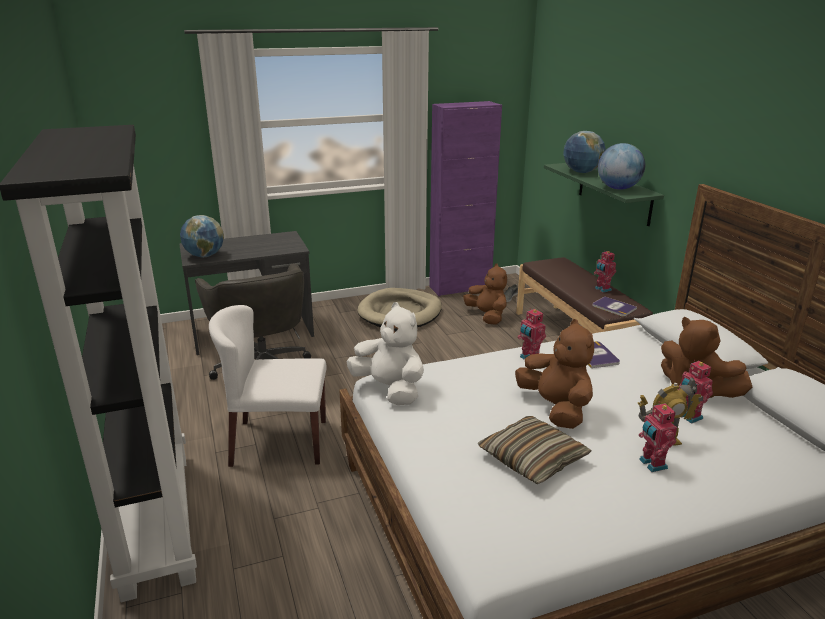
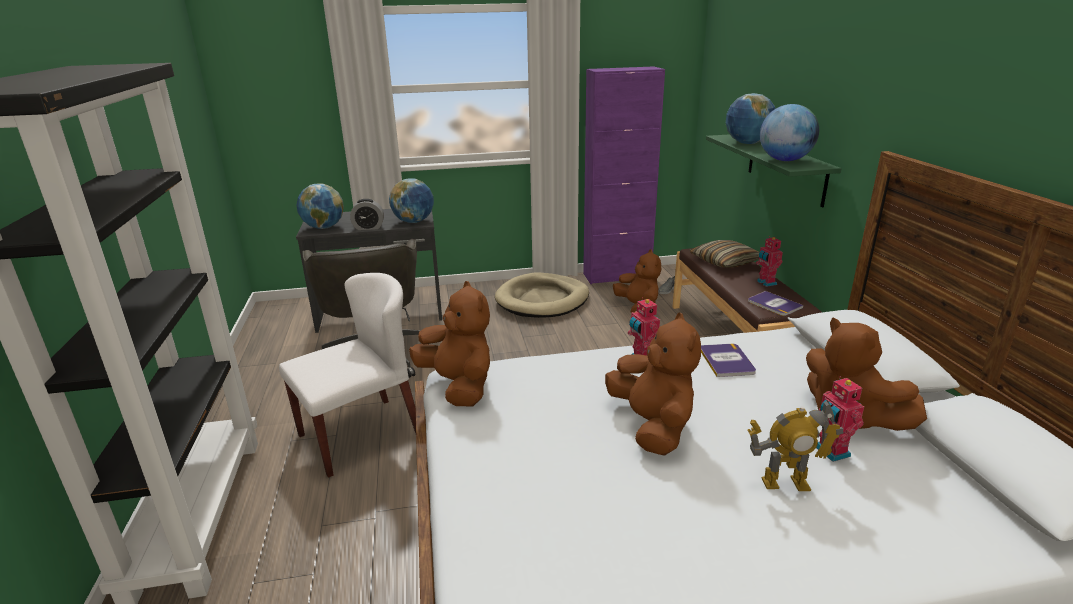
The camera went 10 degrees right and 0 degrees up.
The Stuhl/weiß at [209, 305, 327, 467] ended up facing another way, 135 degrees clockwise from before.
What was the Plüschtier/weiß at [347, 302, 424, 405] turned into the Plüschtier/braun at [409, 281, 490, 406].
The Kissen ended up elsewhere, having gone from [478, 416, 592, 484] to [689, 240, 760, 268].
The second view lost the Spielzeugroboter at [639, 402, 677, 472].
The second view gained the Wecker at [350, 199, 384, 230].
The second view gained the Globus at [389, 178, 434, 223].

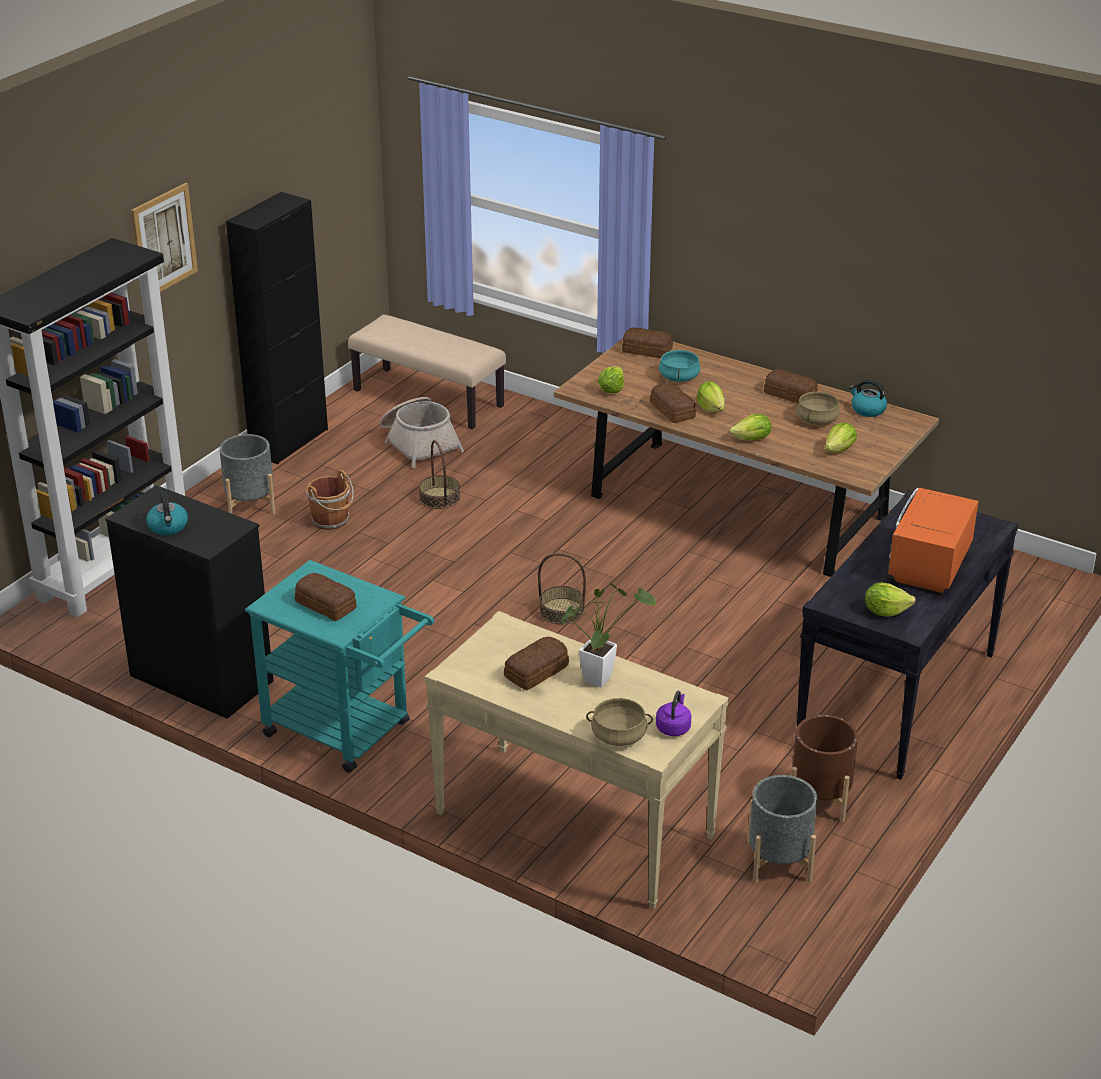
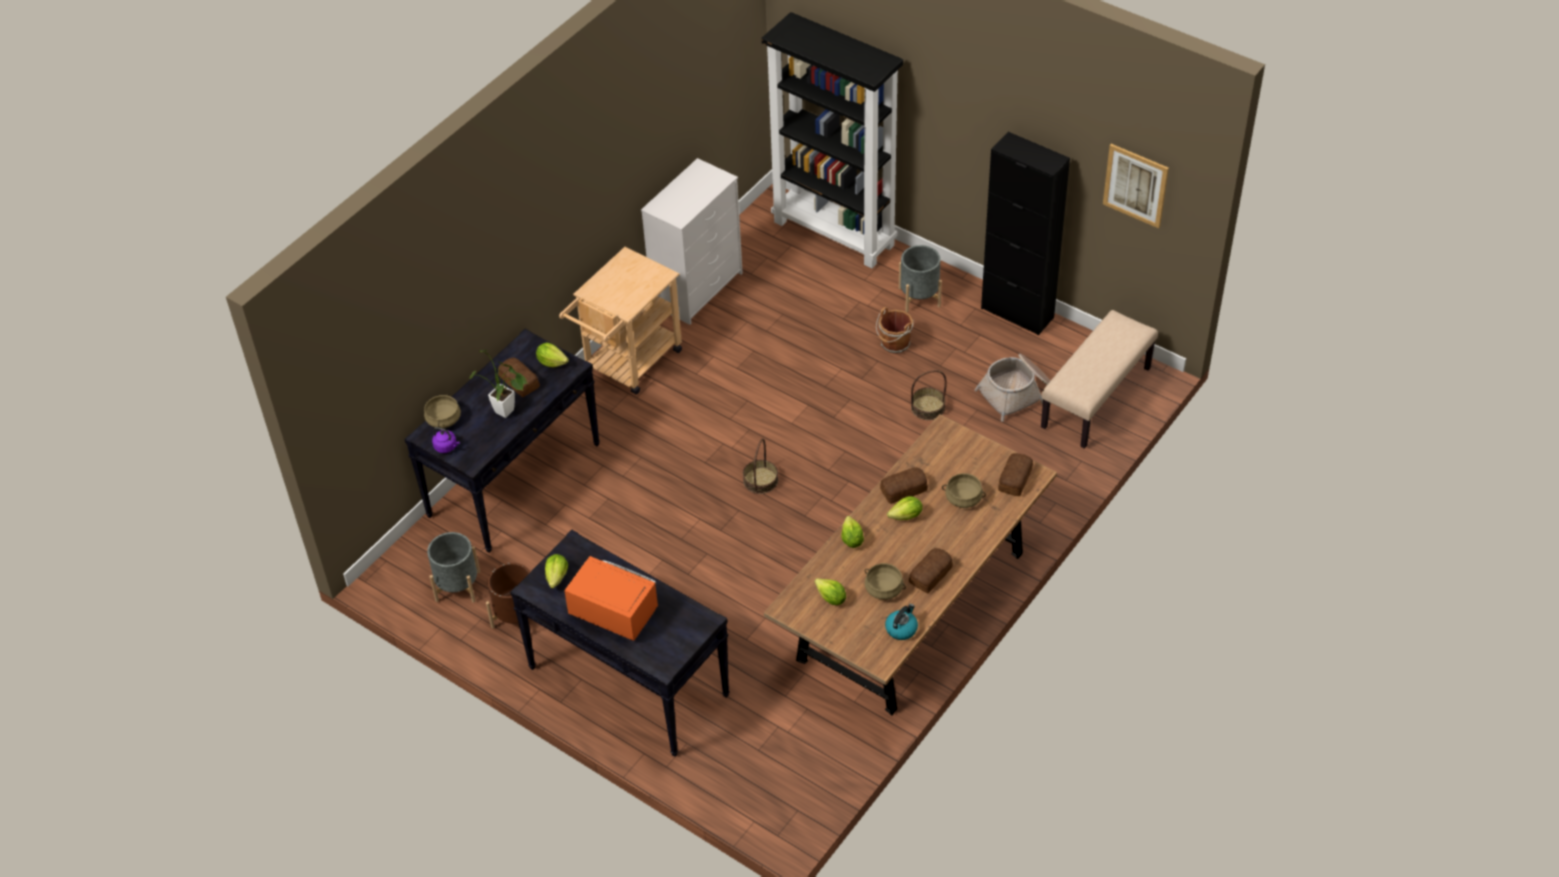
The camera went 95 degrees right and 15 degrees up.
What was the Kommode/schwarz at [105, 485, 274, 719] turned into the Kommode/weiß at [641, 158, 743, 325].
The Bild ended up elsewhere, having gone from [131, 183, 198, 292] to [1103, 144, 1169, 228].
The second view lost the Wasserkessel at [146, 491, 188, 535].
What was the Rollwagen/türkis at [245, 560, 434, 773] turned into the Rollwagen/beige at [559, 247, 682, 394].
The second view lost the Brot at [295, 573, 357, 621].
What was the Konsolentisch/beige at [425, 611, 729, 909] turned into the Konsolentisch/schwarz at [405, 329, 600, 553].
The Salatkopf ended up elsewhere, having gone from [598, 367, 624, 393] to [536, 342, 569, 367].
What was the Kochtopf/türkis at [659, 350, 700, 382] turned into the Kochtopf/beige at [942, 473, 986, 508].

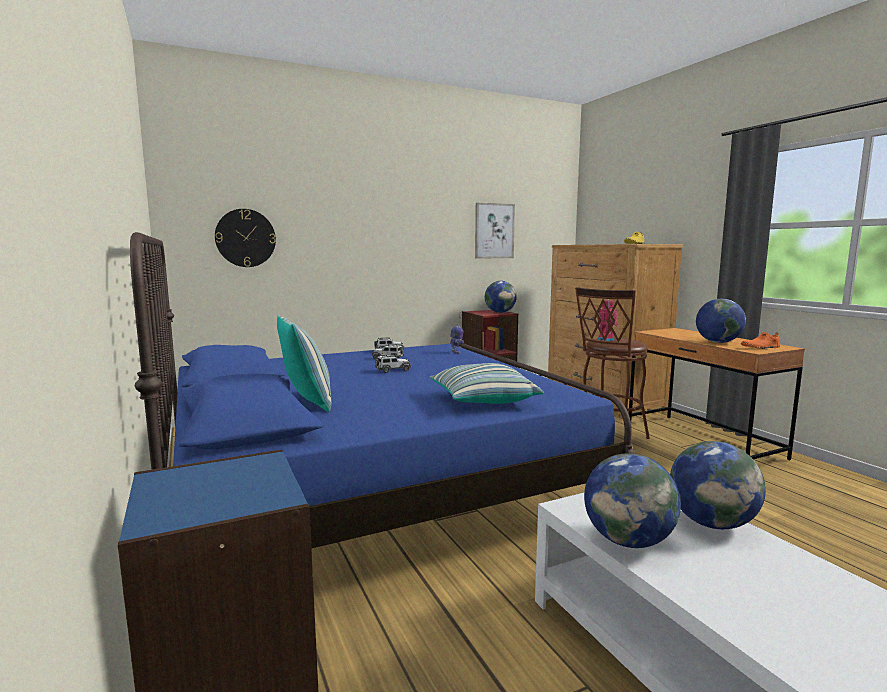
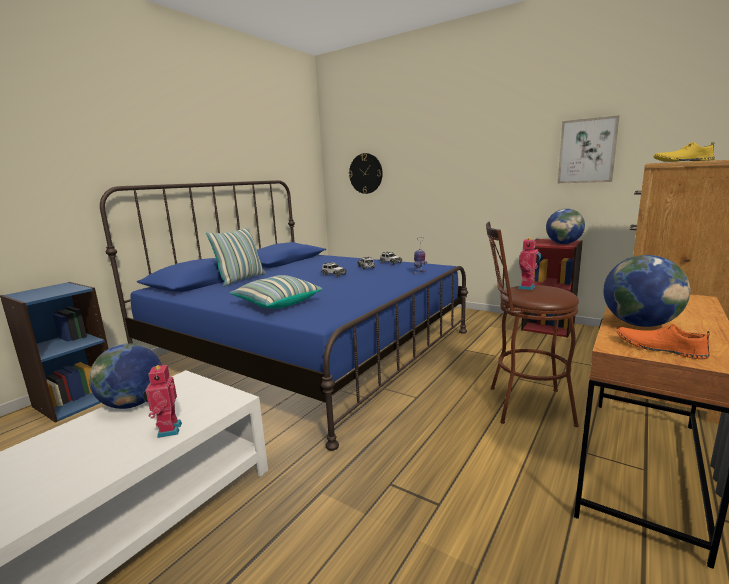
The camera went 60 degrees right and 5 degrees up.
Where the Globus stood at [670, 441, 766, 529], the Spielzeugroboter came to stand at [143, 363, 182, 438].

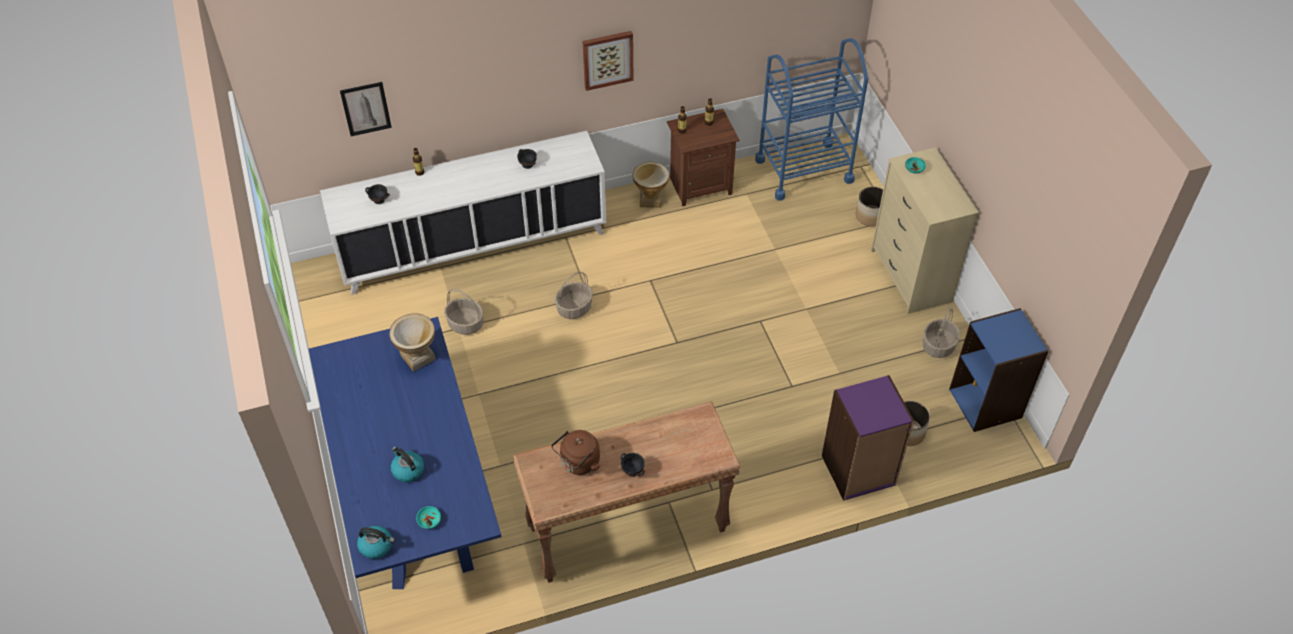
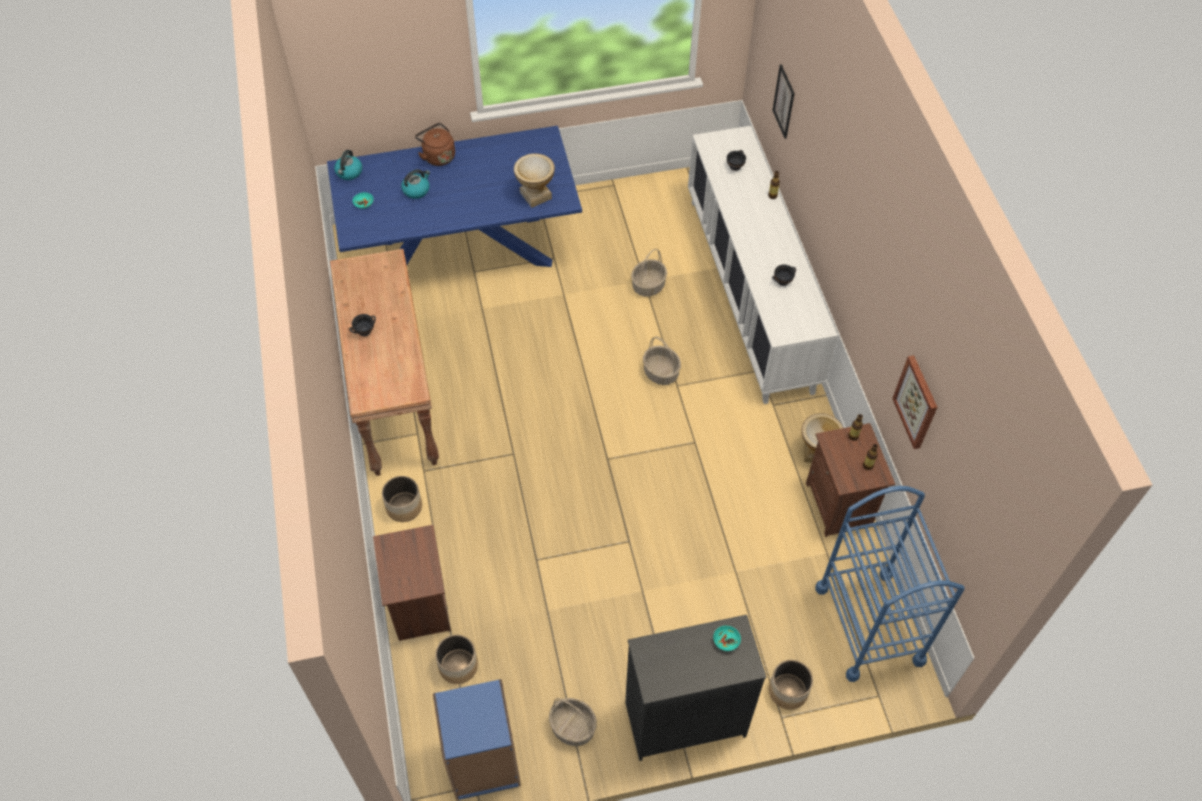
The camera went 95 degrees right and 5 degrees up.
The Wasserkessel/braun ended up elsewhere, having gone from [552, 430, 600, 475] to [415, 123, 455, 166].
The Bild ended up elsewhere, having gone from [583, 31, 634, 91] to [892, 355, 937, 449].
Where the Bücherregal/lila stood at [822, 375, 914, 501], the Nachttisch/braun came to stand at [373, 525, 451, 641].
What was the Kommode/beige at [871, 147, 979, 314] turned into the Kommode/schwarz at [625, 615, 767, 761].
The second view gained the Pflanzkübel at [382, 476, 422, 522].

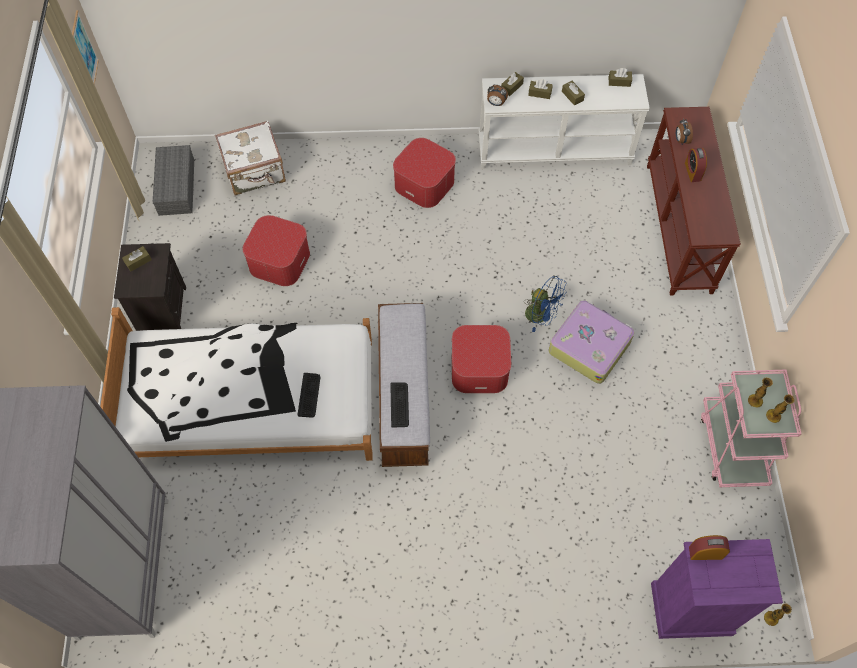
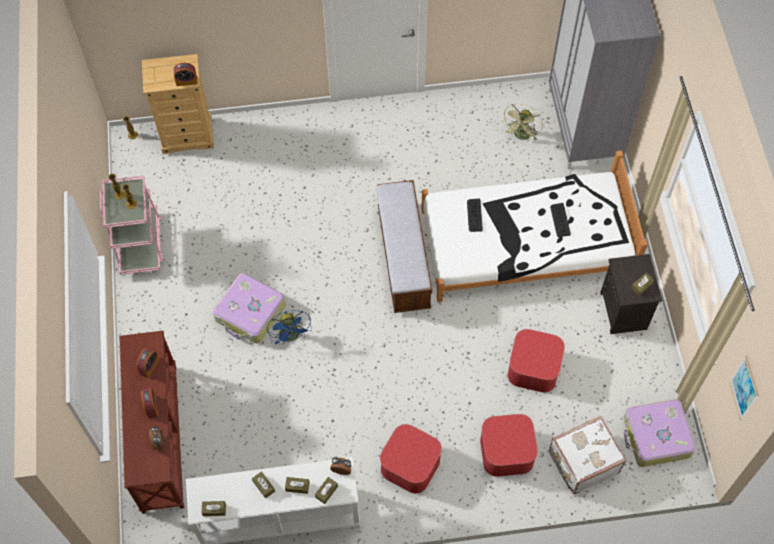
The camera went 175 degrees right and 0 degrees up.
Where the Aufbewahrungsbox/grau stood at [153, 145, 194, 216], the Koffer came to stand at [623, 399, 696, 467].
The Tastatur ended up elsewhere, having gone from [390, 382, 409, 428] to [550, 203, 571, 237].
The Polsterhocker ended up elsewhere, having gone from [452, 325, 511, 393] to [480, 414, 538, 477].
The Ventilator/blau at [524, 275, 567, 332] ended up facing another way, 135 degrees counterclockwise from before.
What was the Kommode/lila at [651, 539, 783, 639] turned into the Kommode/beige at [142, 54, 214, 154].
The second view gained the Wecker at [137, 348, 160, 378].
The second view gained the Ventilator/grün at [502, 104, 542, 141].

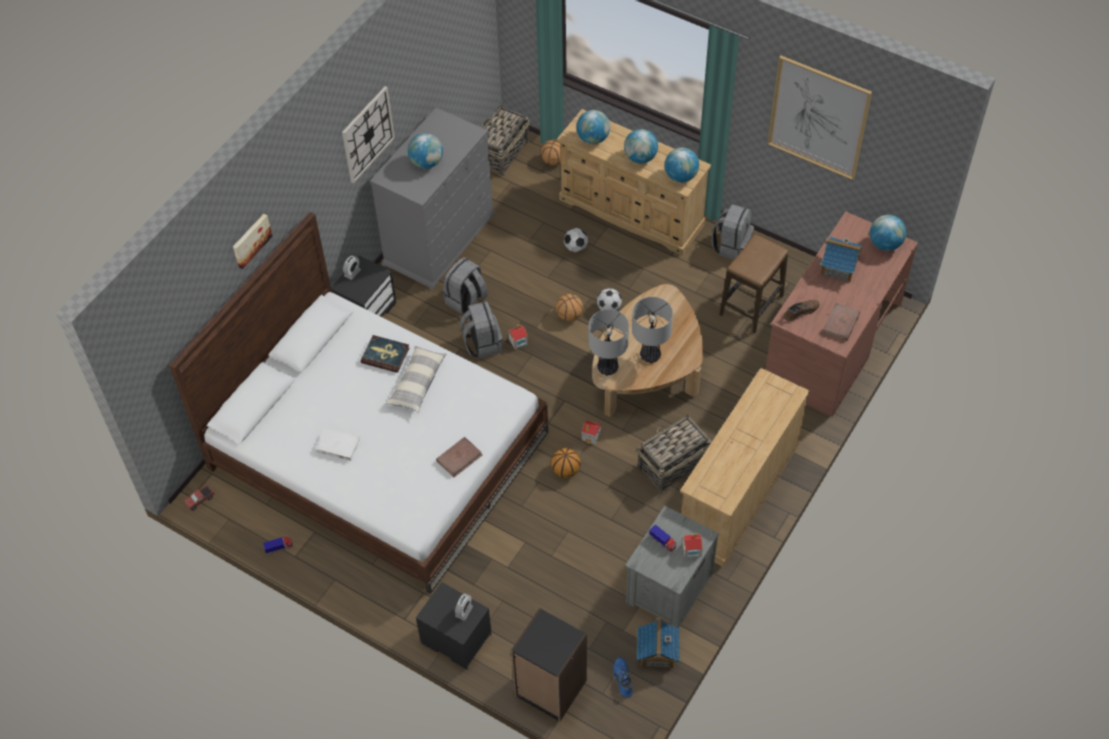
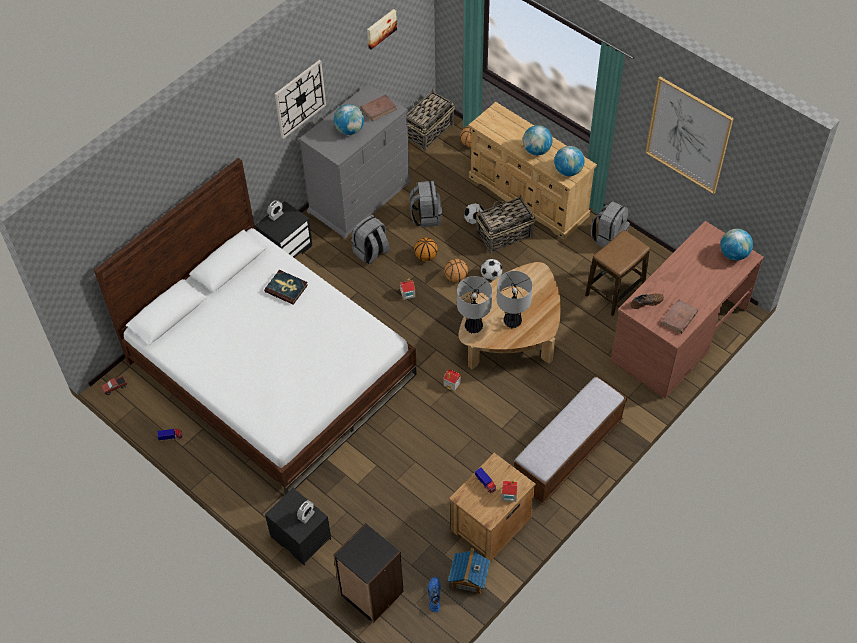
The camera went 10 degrees right and 0 degrees up.
The Bild ended up elsewhere, having gone from [233, 214, 273, 269] to [367, 9, 397, 49].
The second view lost the Buch/weiß at [315, 428, 361, 461].
The second view lost the Kissen at [386, 346, 446, 413].
The Buch/braun ended up elsewhere, having gone from [436, 437, 483, 477] to [360, 94, 397, 122].
The Rucksack/grau ended up elsewhere, having gone from [460, 301, 503, 358] to [409, 181, 442, 227].
The Basketball ended up elsewhere, having gone from [551, 448, 581, 478] to [414, 238, 438, 261].
The second view lost the Globus at [576, 110, 610, 144].
What was the Nachttisch/grau at [625, 506, 719, 628] turned into the Nachttisch/braun at [449, 453, 536, 561].
The Korb ended up elsewhere, having gone from [637, 414, 712, 493] to [476, 194, 535, 254].
Where the Kommode/beige stood at [680, 368, 810, 567], the Bank came to stand at [514, 377, 627, 505].
The second view lost the Spielzeughaus at [819, 237, 862, 283].

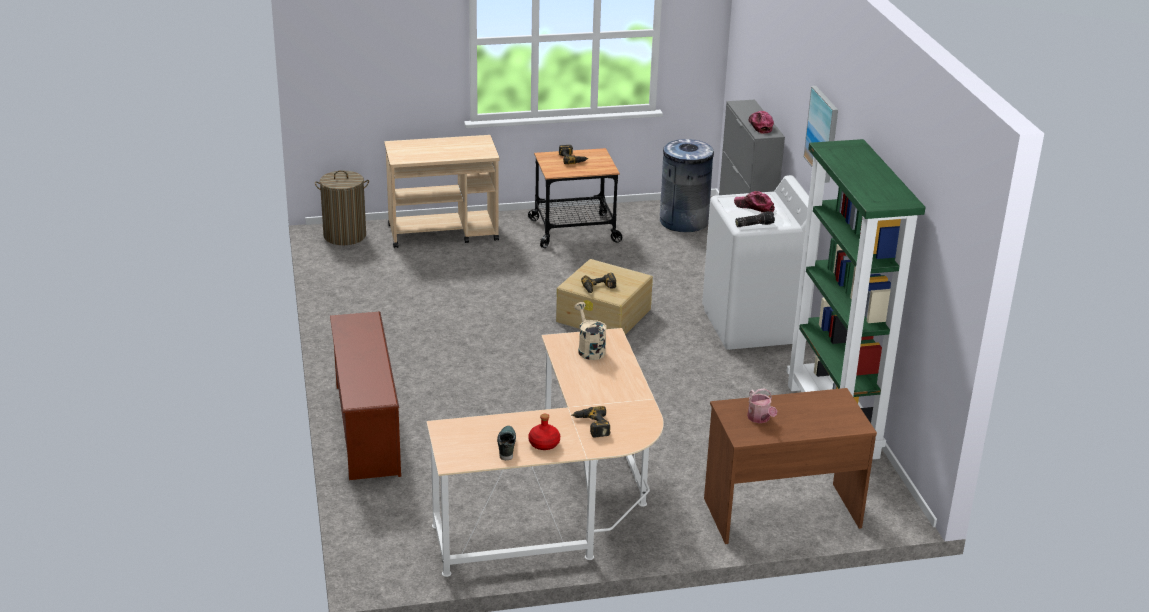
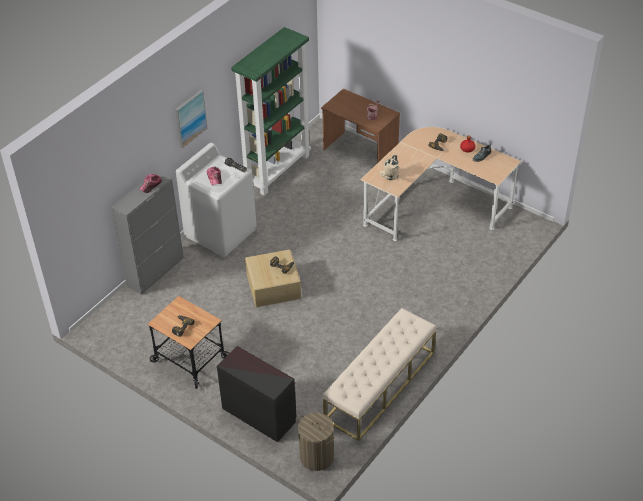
The camera went 130 degrees left and 15 degrees up.
The second view lost the Schuhregal/braun at [330, 312, 401, 480].
Where the Rollwagen/beige stood at [384, 135, 499, 248], the Kommode/schwarz came to stand at [217, 346, 296, 442].
The second view lost the Mülleimer/grau at [660, 139, 714, 232].
The second view gained the Bank/beige at [323, 308, 436, 441].

